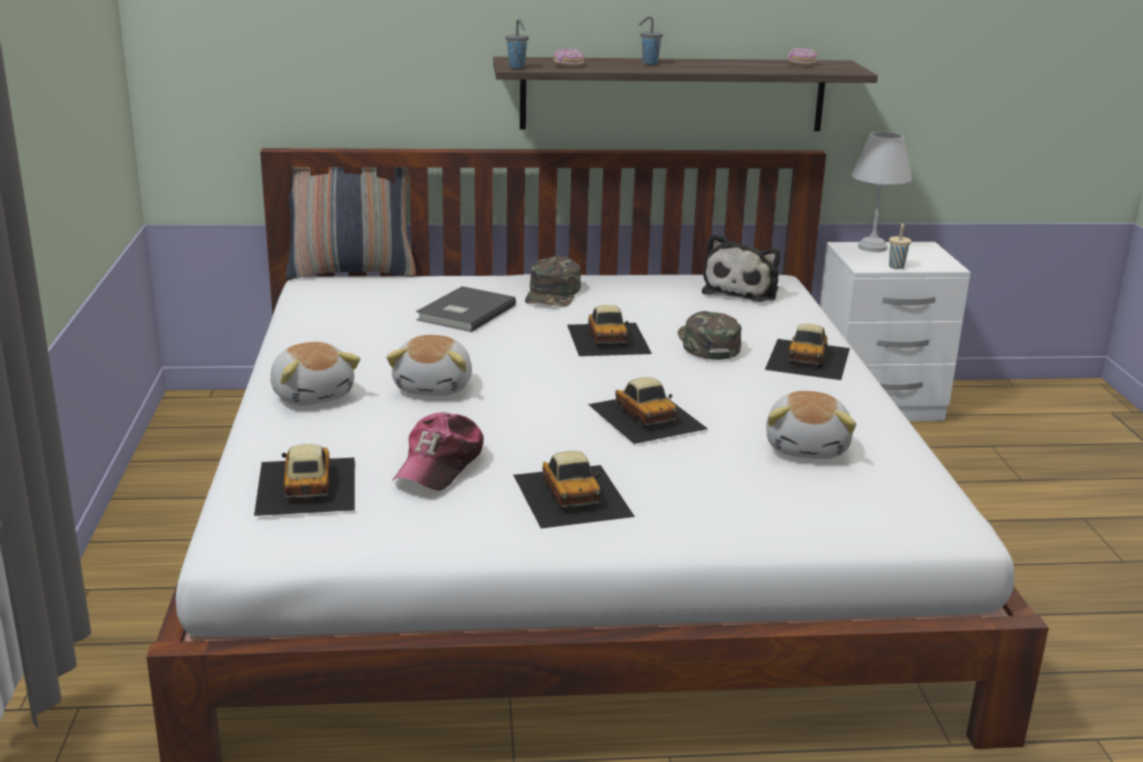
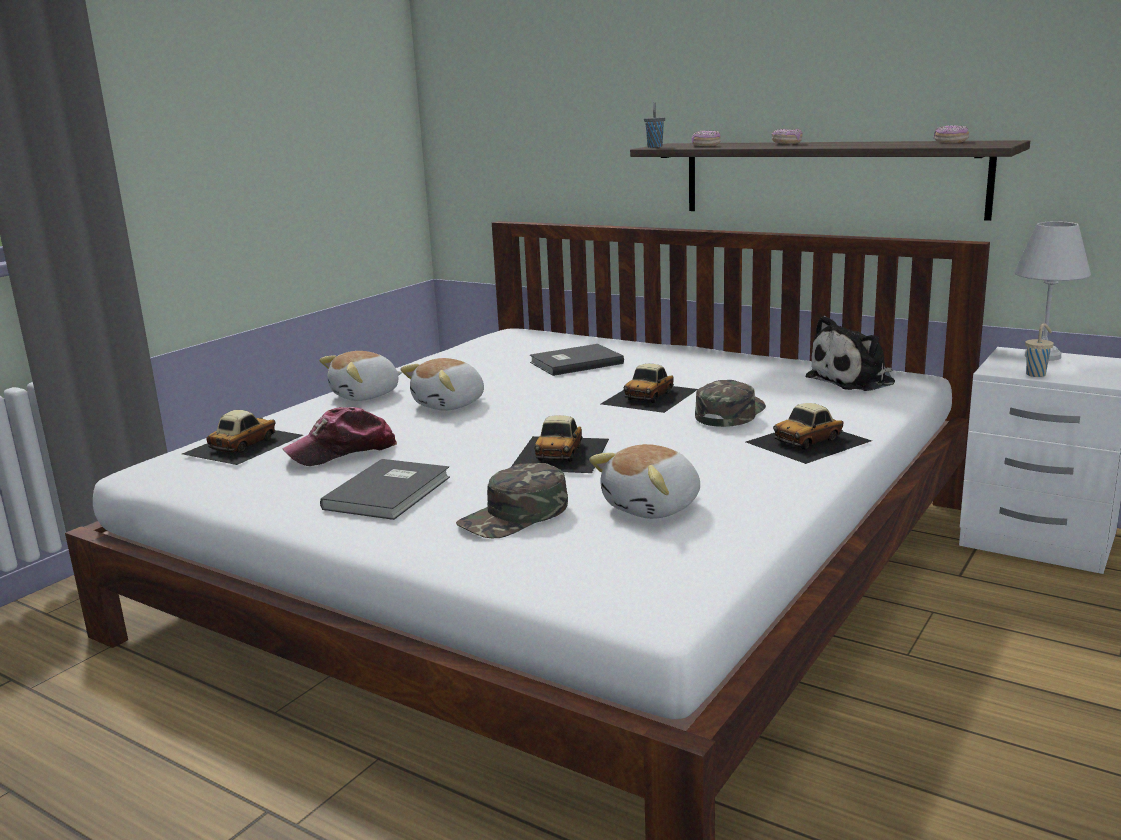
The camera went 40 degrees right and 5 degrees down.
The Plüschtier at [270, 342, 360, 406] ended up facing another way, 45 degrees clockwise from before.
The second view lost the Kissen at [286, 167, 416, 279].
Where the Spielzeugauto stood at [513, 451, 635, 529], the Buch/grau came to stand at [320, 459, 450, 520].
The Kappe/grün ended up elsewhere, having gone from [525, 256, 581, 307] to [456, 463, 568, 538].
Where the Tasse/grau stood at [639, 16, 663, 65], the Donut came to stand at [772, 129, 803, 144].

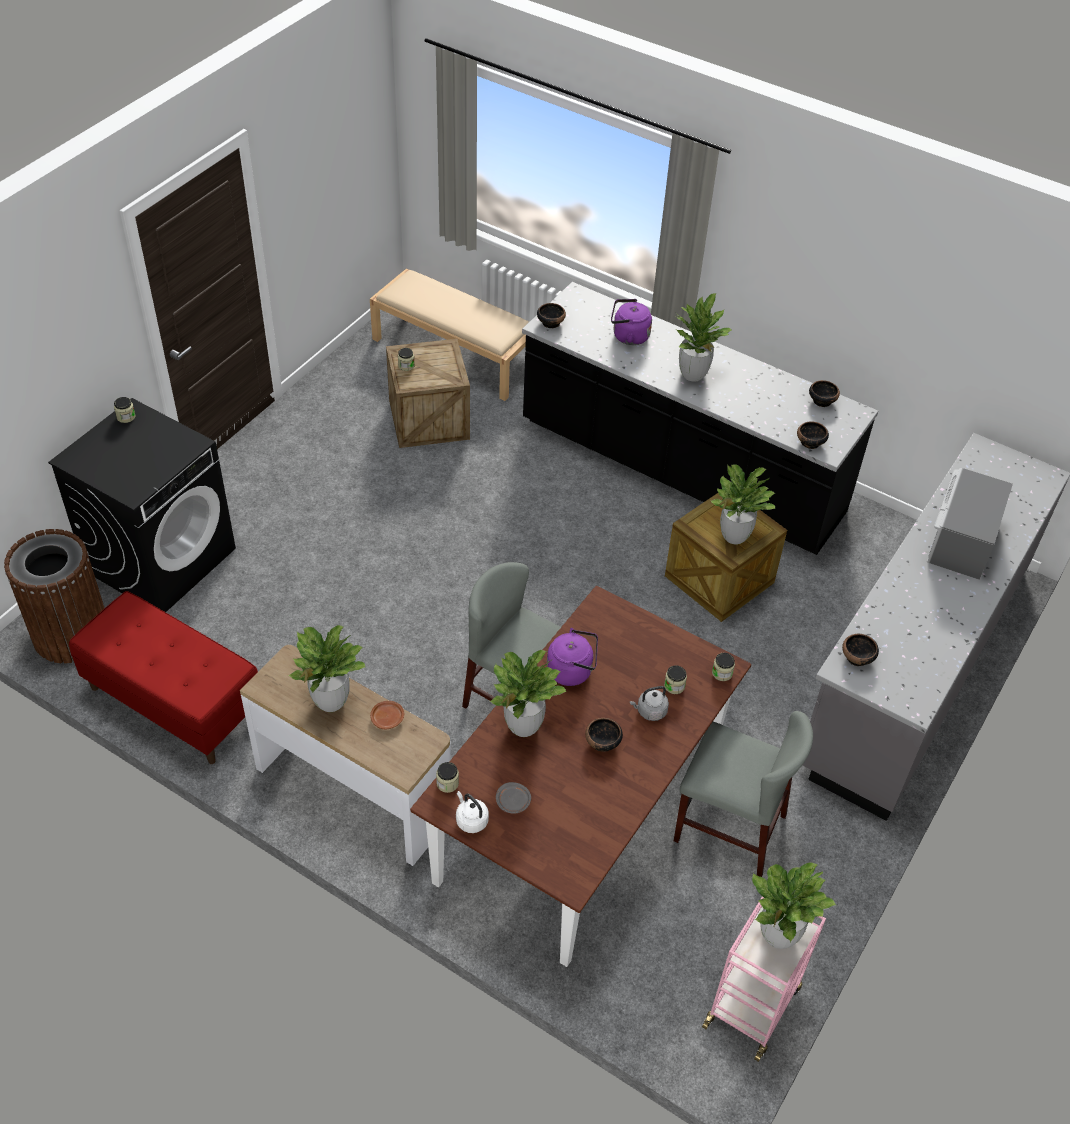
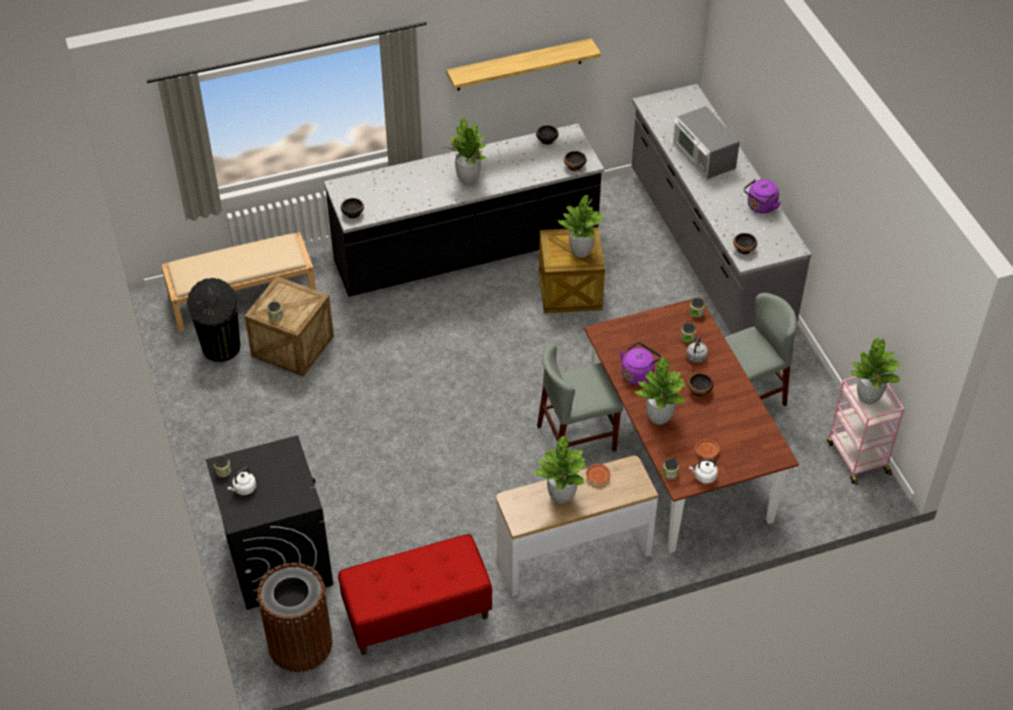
The camera went 50 degrees left and 0 degrees up.
What was the Teller/grau at [496, 782, 531, 814] turned into the Teller/braun at [695, 439, 720, 458].
The Wasserkessel/lila ended up elsewhere, having gone from [611, 299, 652, 345] to [744, 179, 781, 214].
The second view gained the Mülleimer/schwarz at [187, 278, 240, 362].
The second view gained the Wasserkessel/weiß at [227, 467, 256, 495].
The second view gained the Wandregal at [447, 38, 601, 91].

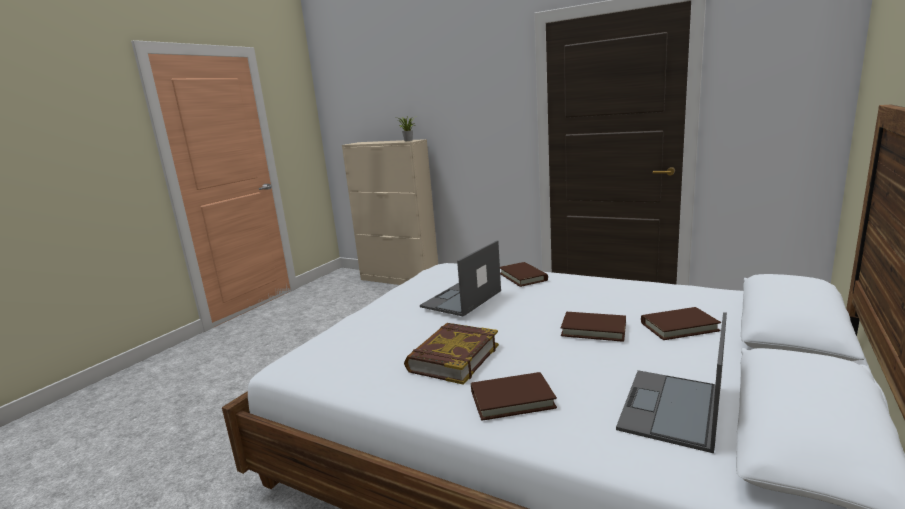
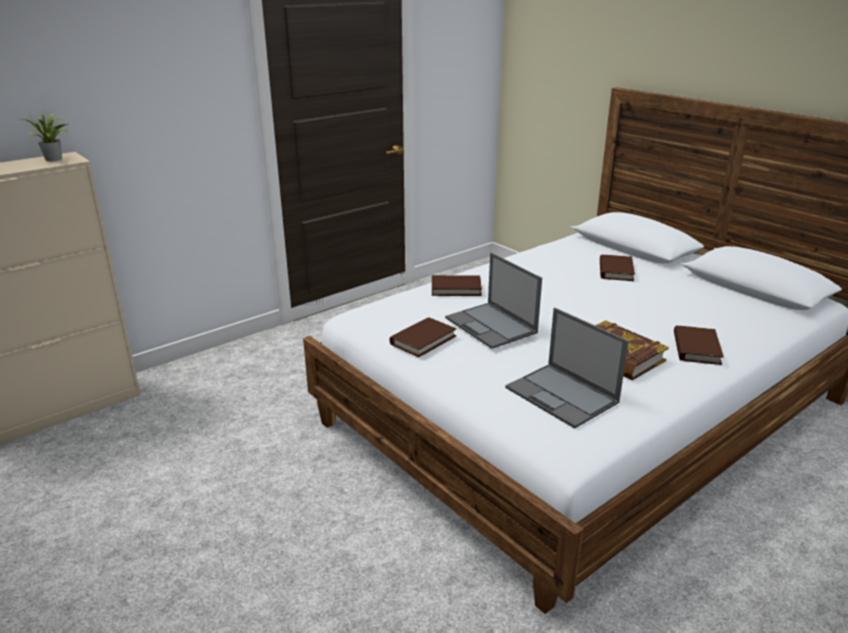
The camera went 70 degrees left and 10 degrees up.
The Buch/braun ended up elsewhere, having gone from [561, 312, 626, 342] to [389, 317, 456, 357].
The Laptop ended up elsewhere, having gone from [616, 312, 727, 453] to [505, 308, 629, 428].

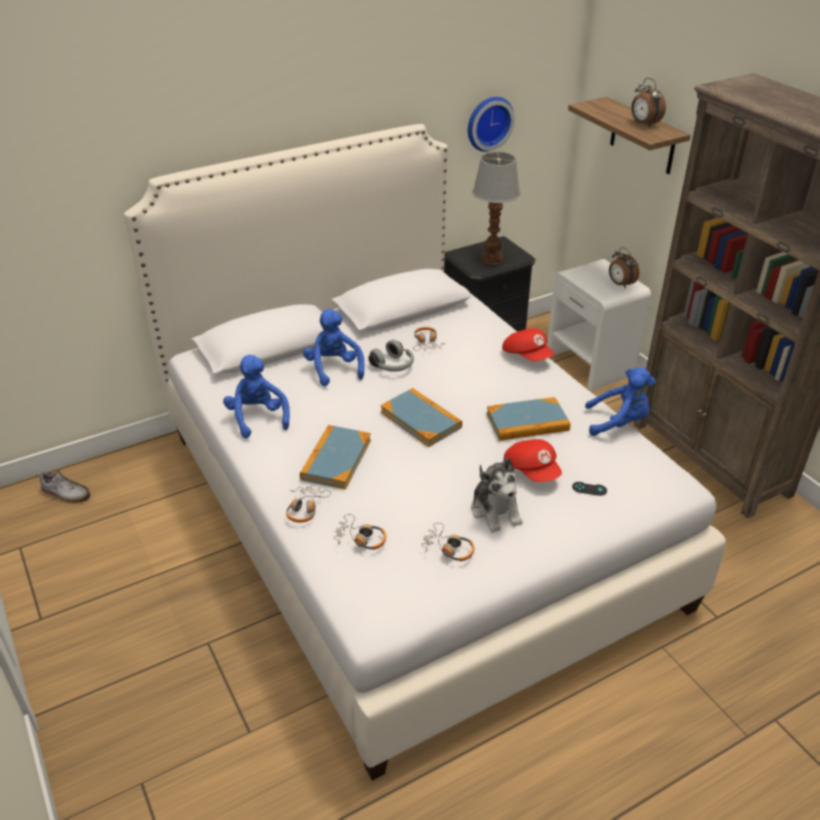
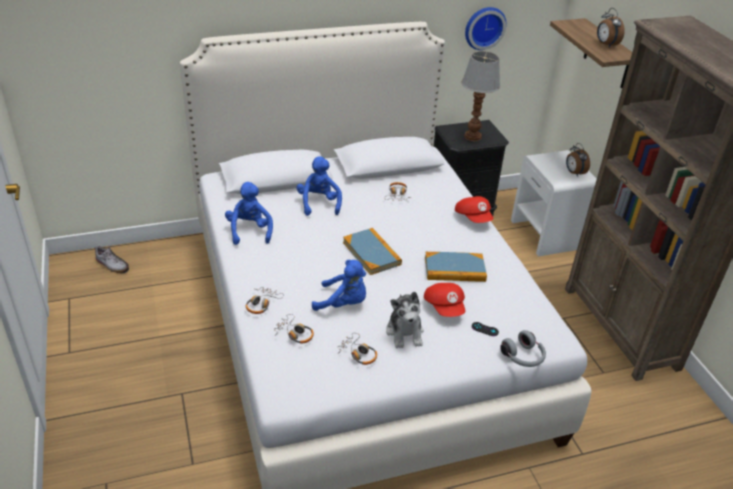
The camera went 10 degrees right and 0 degrees up.
The second view lost the Buch at [300, 425, 371, 489].
The Kopfhörer/grau ended up elsewhere, having gone from [368, 340, 414, 372] to [500, 330, 546, 367].
The Plüschtier/blau ended up elsewhere, having gone from [585, 367, 656, 436] to [312, 260, 366, 311].

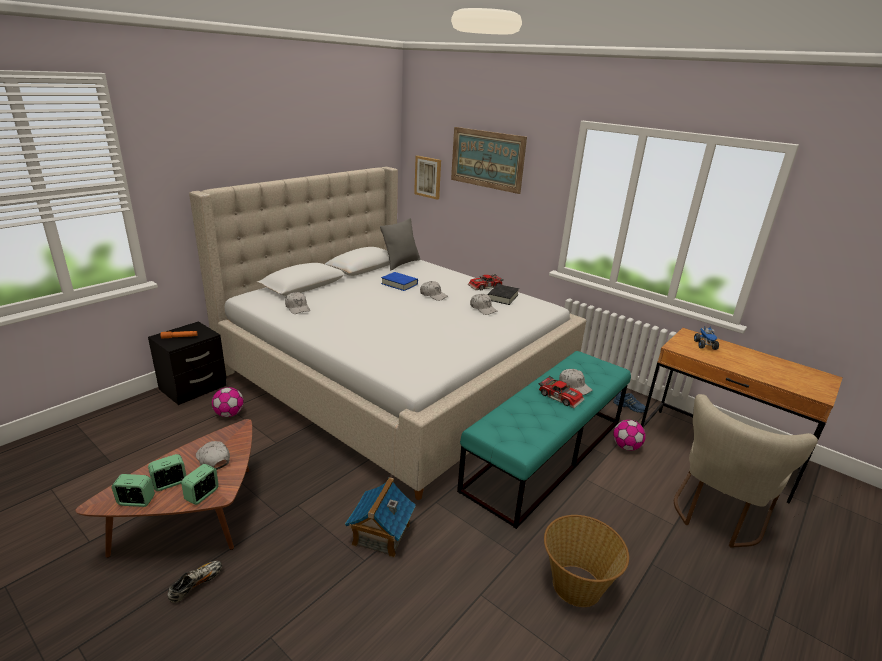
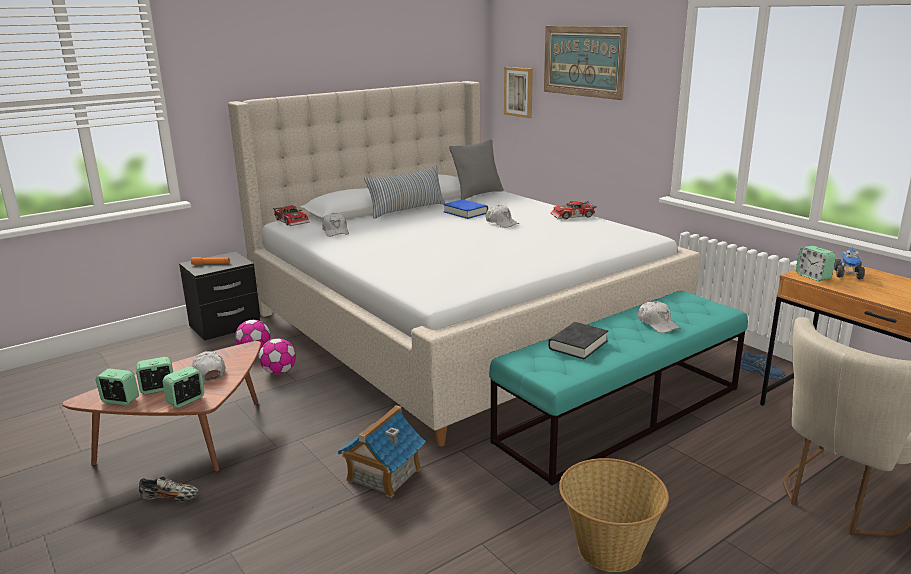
The camera went 15 degrees right and 5 degrees down.
The Schuh at [167, 561, 222, 603] ended up facing another way, 45 degrees clockwise from before.
The second view lost the Kappe/weiß at [470, 294, 498, 315].
The Buch/schwarz ended up elsewhere, having gone from [487, 284, 519, 305] to [548, 322, 608, 359].
The Spielzeugauto ended up elsewhere, having gone from [538, 376, 585, 408] to [273, 205, 310, 226].
The Fußball ended up elsewhere, having gone from [613, 420, 646, 451] to [259, 338, 296, 375].
The second view gained the Kissen at [364, 165, 445, 219].
The second view gained the Wecker at [796, 246, 836, 281].

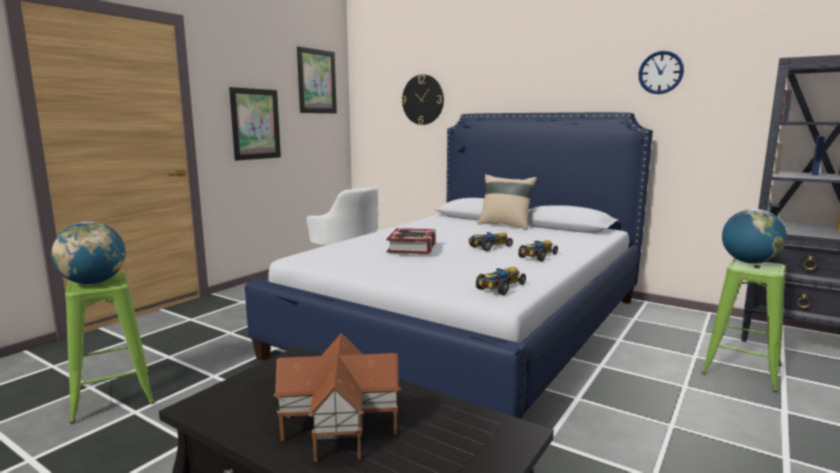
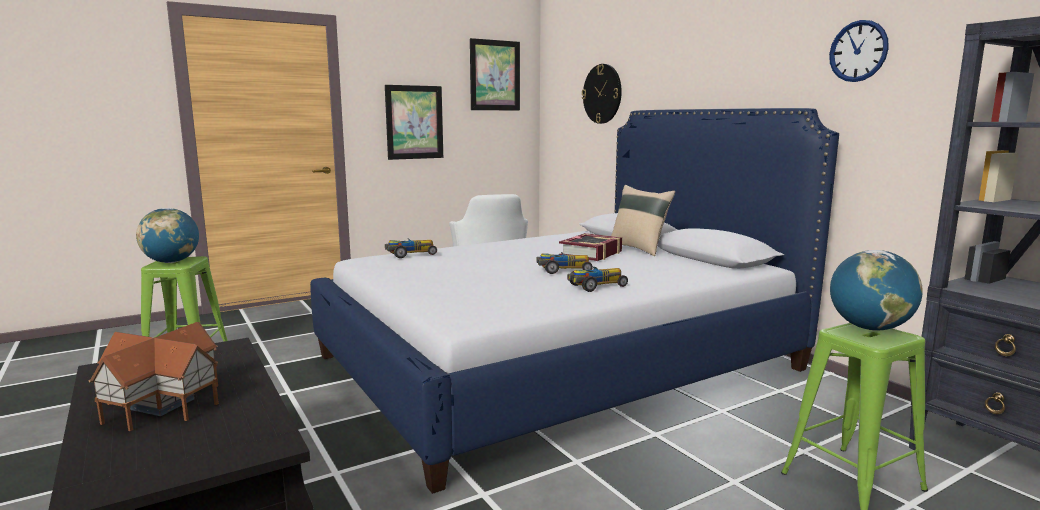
The camera went 25 degrees right and 0 degrees up.
The Buch ended up elsewhere, having gone from [387, 228, 436, 254] to [559, 233, 622, 261].
The Spielzeugauto ended up elsewhere, having gone from [476, 267, 526, 295] to [385, 238, 437, 258].

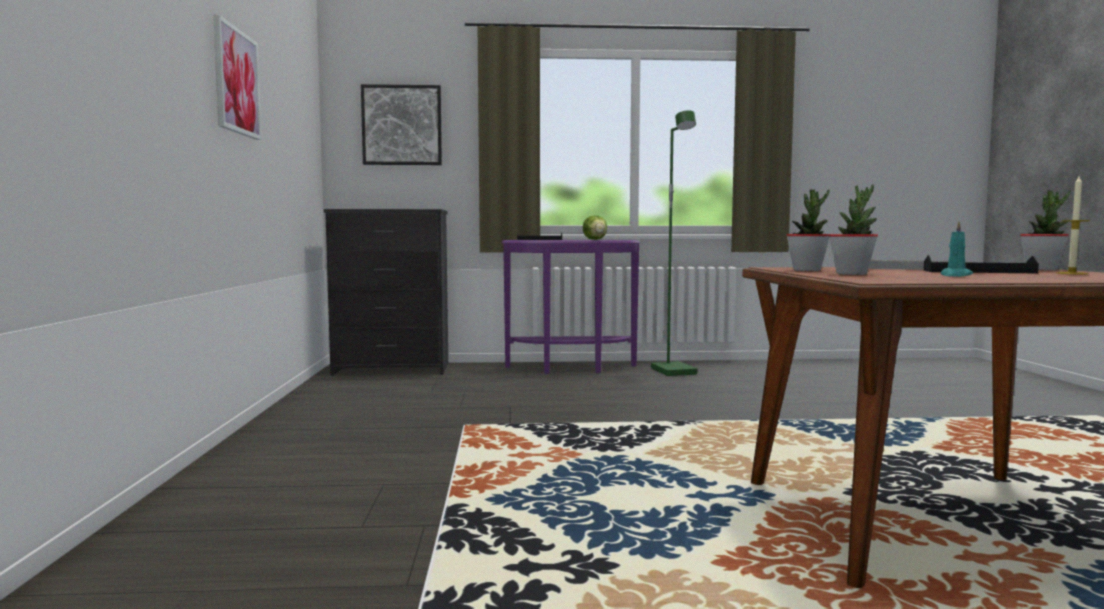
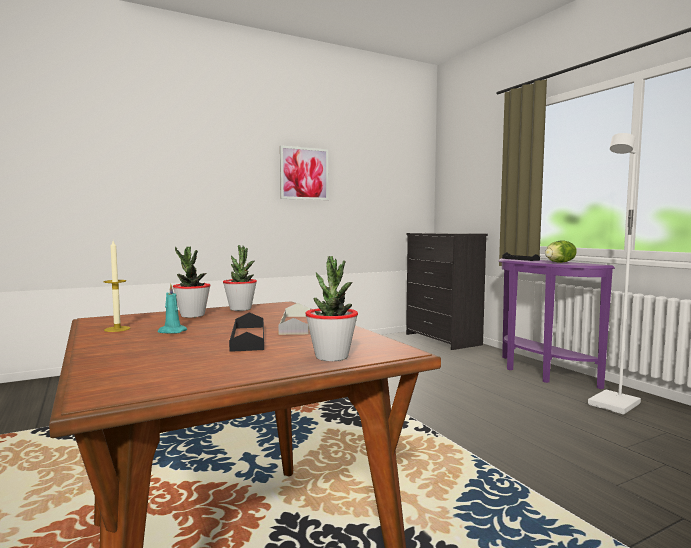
The camera went 65 degrees right and 0 degrees up.
The second view lost the Bild at [361, 84, 442, 165].
What was the Stehlampe/grün at [651, 110, 698, 376] turned into the Stehlampe/weiß at [588, 133, 641, 415].
The Kerze ended up elsewhere, having gone from [1056, 176, 1090, 275] to [104, 241, 131, 332].

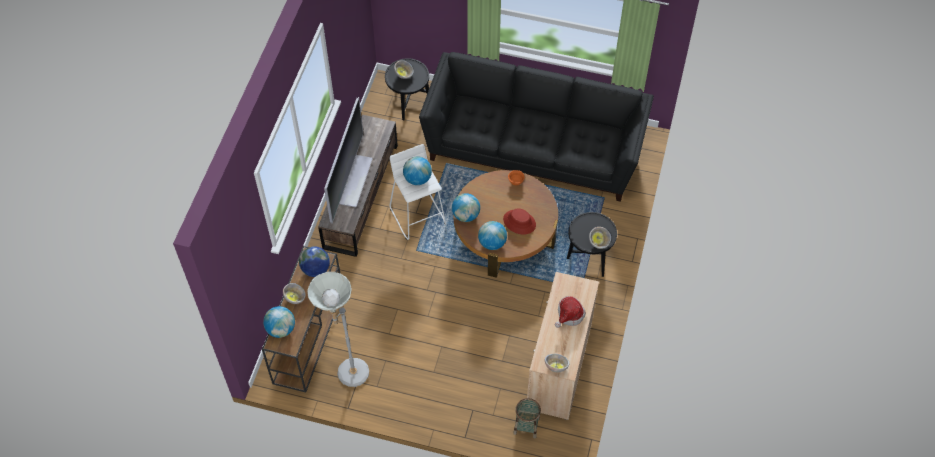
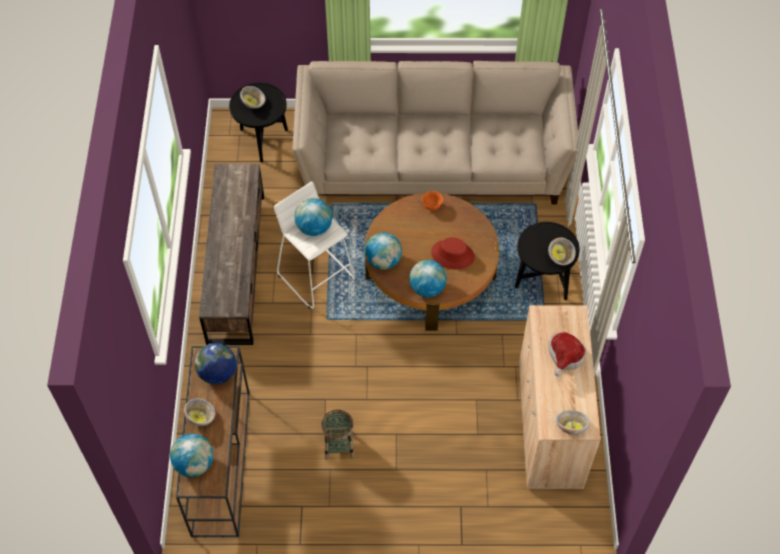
The camera went 15 degrees left and 0 degrees up.
The second view lost the Stehlampe/grau at [307, 272, 369, 387].
The second view lost the Fernseher at [324, 97, 373, 224].
What was the Sofa/schwarz at [419, 52, 654, 202] turned into the Sofa/beige at [292, 61, 578, 204].
The Korb ended up elsewhere, having gone from [513, 398, 541, 439] to [321, 409, 354, 460].

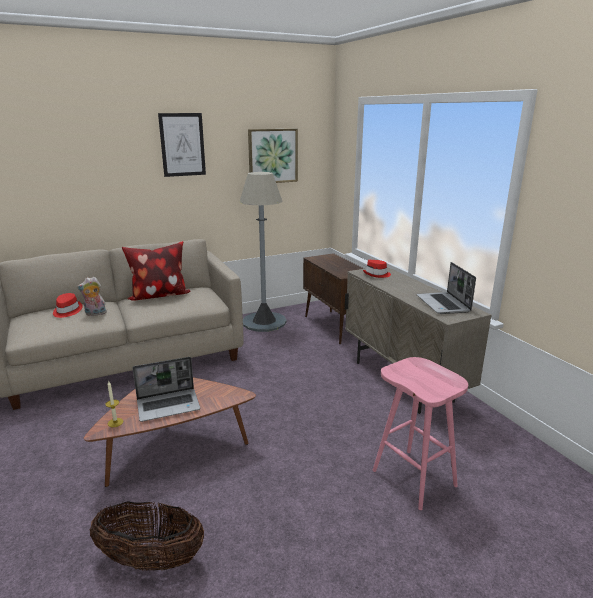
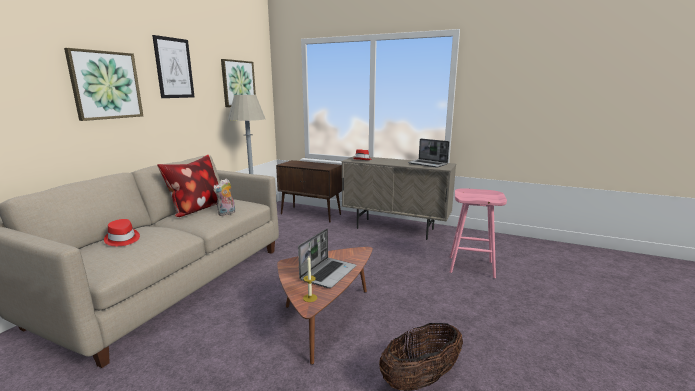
The camera went 40 degrees left and 5 degrees down.
The Plüschtier ended up elsewhere, having gone from [77, 277, 107, 316] to [214, 179, 235, 216].
The second view gained the Bild at [64, 48, 143, 121].

